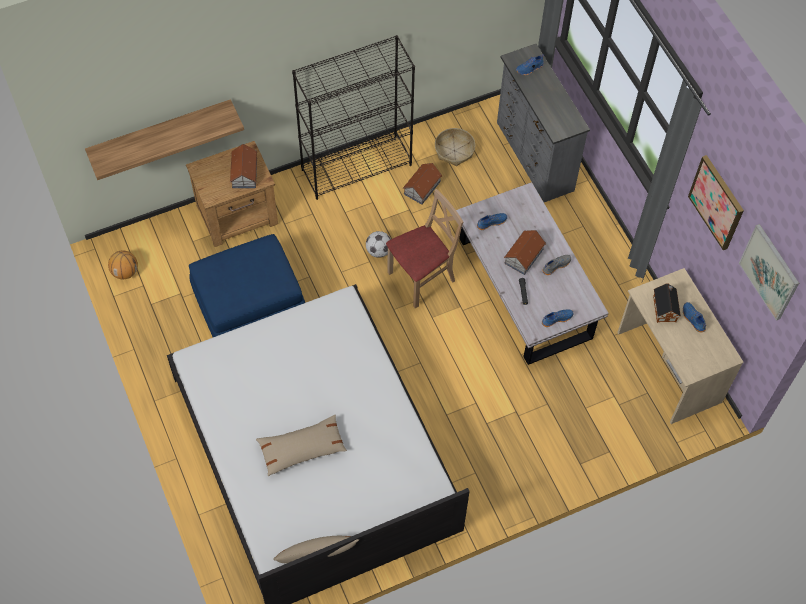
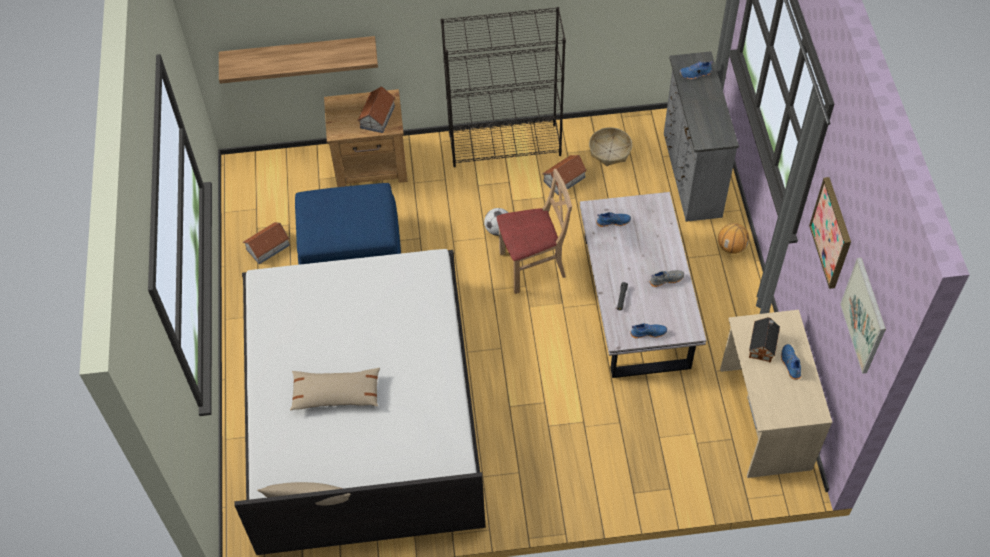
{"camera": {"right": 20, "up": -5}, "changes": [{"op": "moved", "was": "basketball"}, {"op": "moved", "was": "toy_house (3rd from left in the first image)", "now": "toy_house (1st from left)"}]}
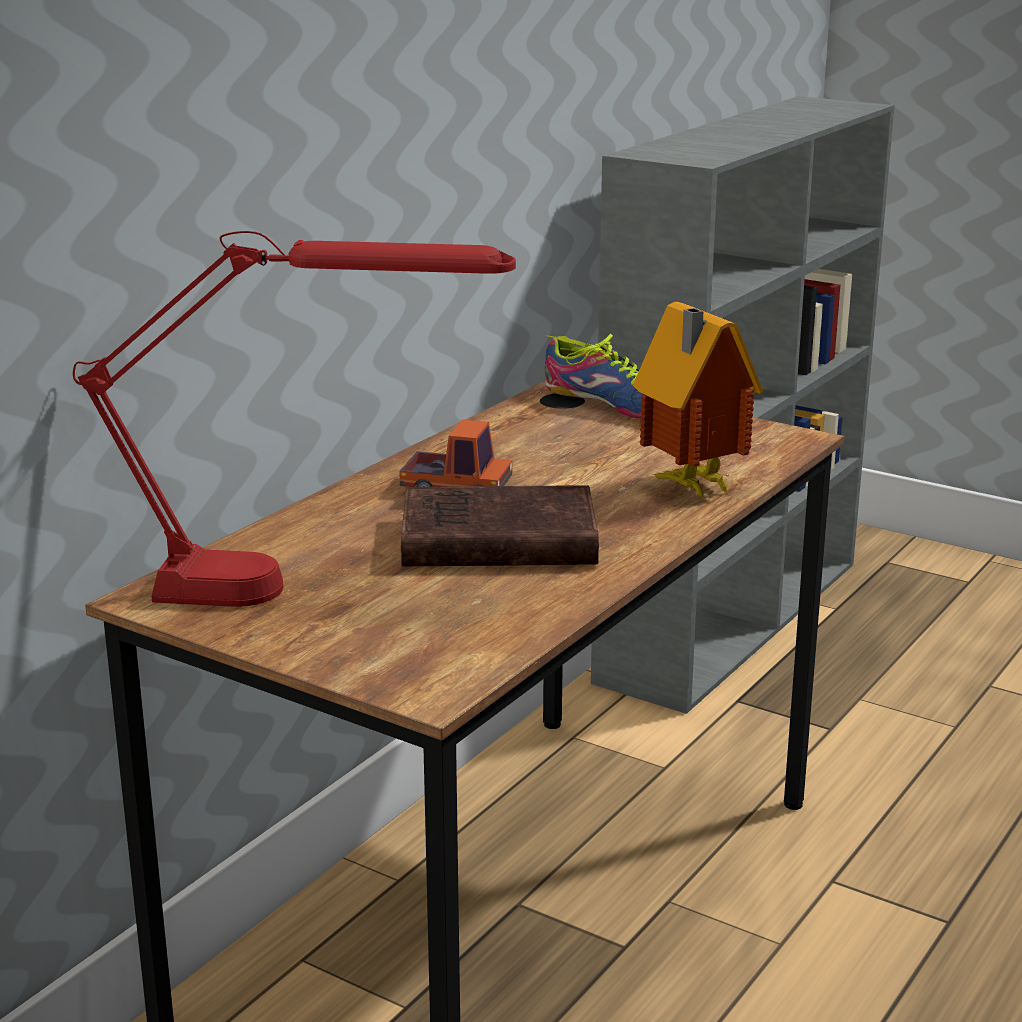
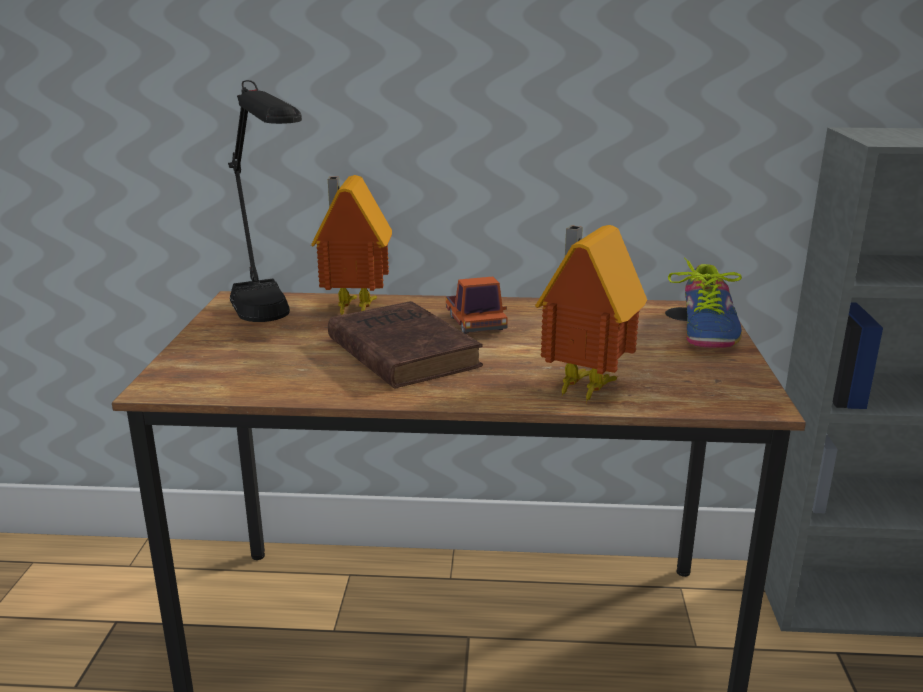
{"camera": {"right": 60, "up": 0}, "changes": [{"op": "recoloured", "was": "red_table_lamp", "now": "black_table_lamp"}, {"op": "added", "now": "toy_house (1st from left)"}]}
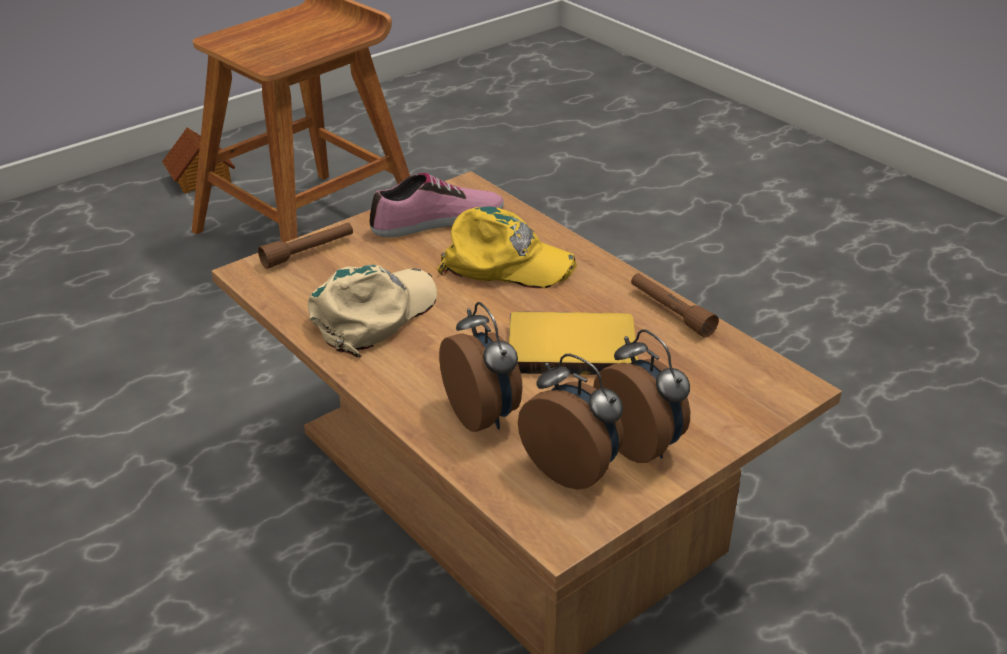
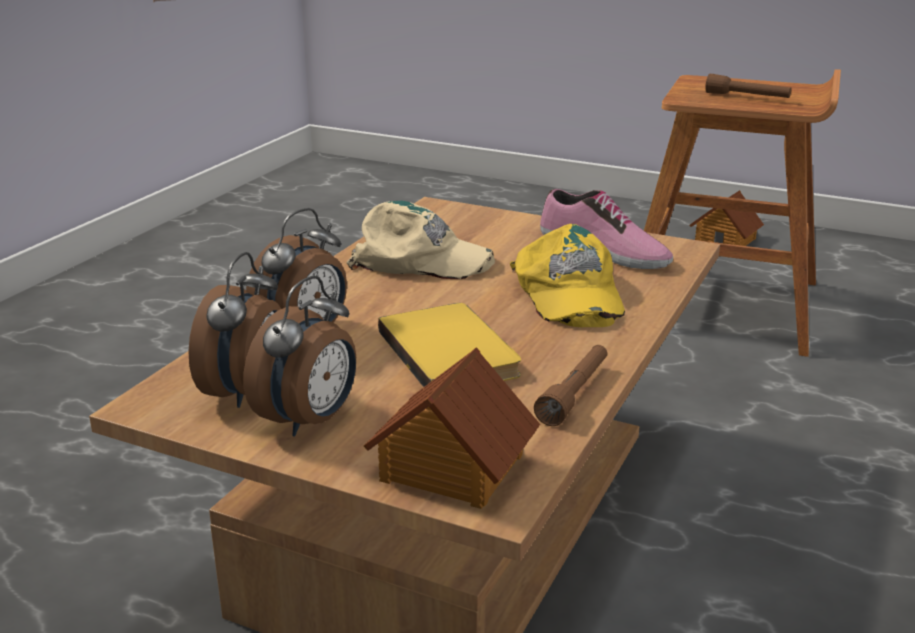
{"camera": {"right": 65, "up": -10}, "changes": [{"op": "moved", "was": "brown_flashlight (1st from left in the first image)", "now": "brown_flashlight (2nd from left)"}, {"op": "added", "now": "toy_house (1st from left)"}]}
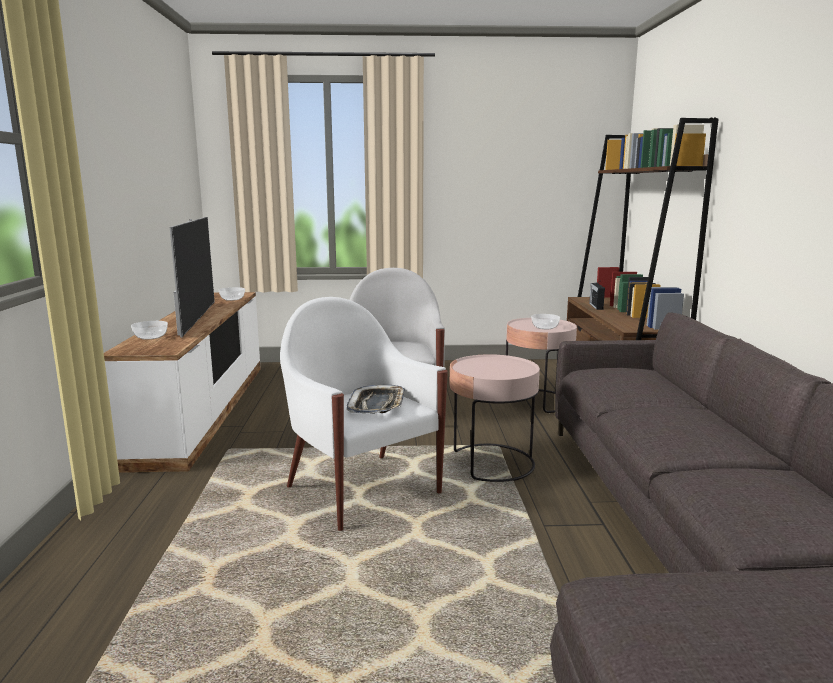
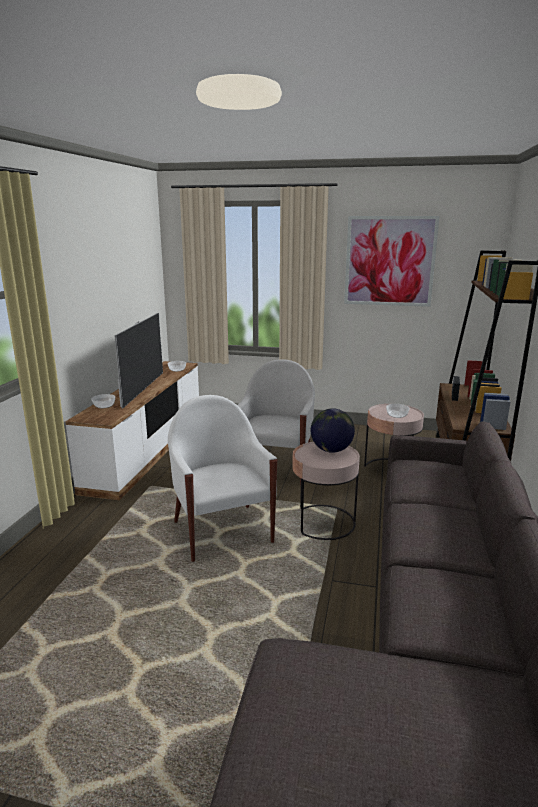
{"camera": {"right": 15, "up": 5}, "changes": [{"op": "removed", "was": "tray"}, {"op": "added", "now": "globe"}, {"op": "added", "now": "picture"}]}
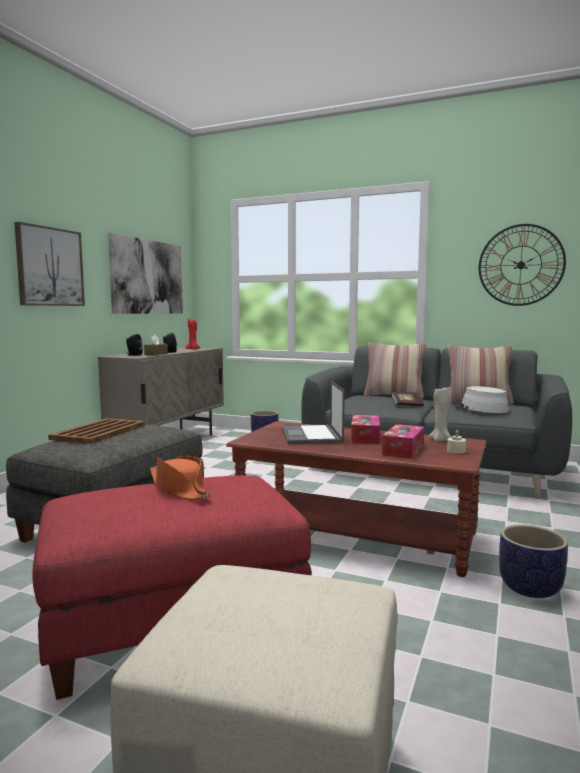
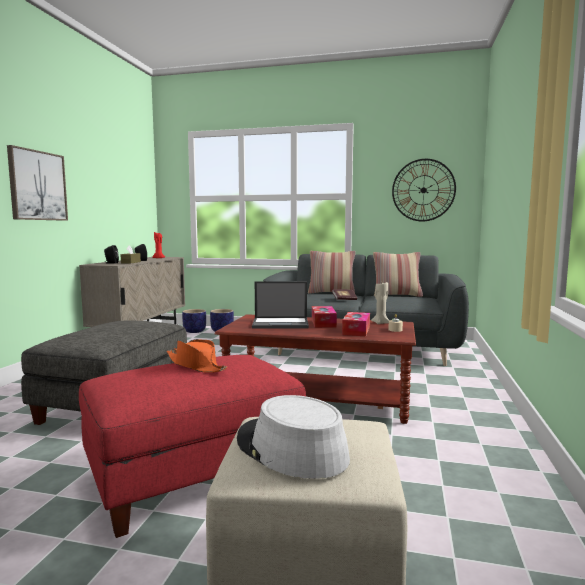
{"camera": {"right": -10, "up": 0}, "changes": [{"op": "removed", "was": "brown_tray"}, {"op": "removed", "was": "picture (2nd from left)"}, {"op": "turned", "was": "laptop", "clockwise": -75}, {"op": "moved", "was": "grey_hat"}, {"op": "moved", "was": "planter (2nd from left in the first image)", "now": "planter (1st from left)"}]}
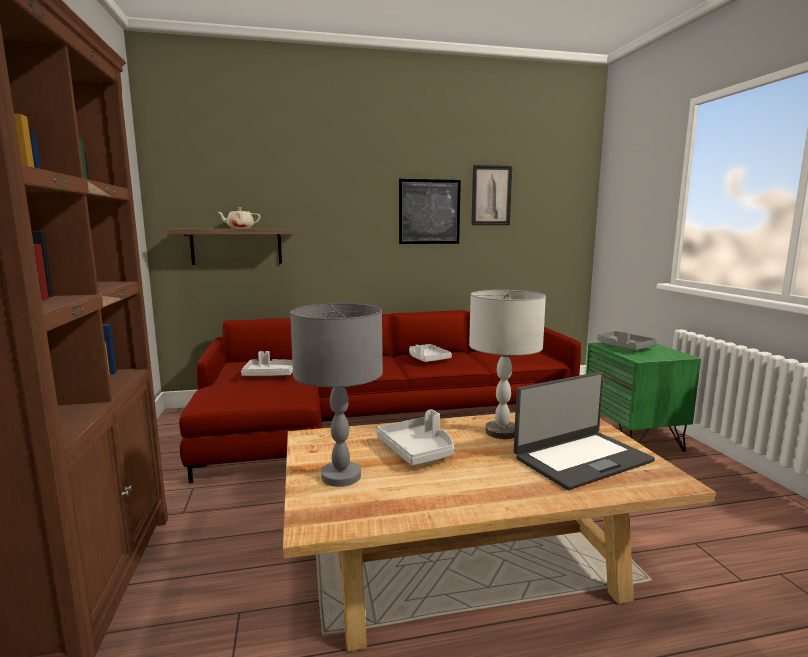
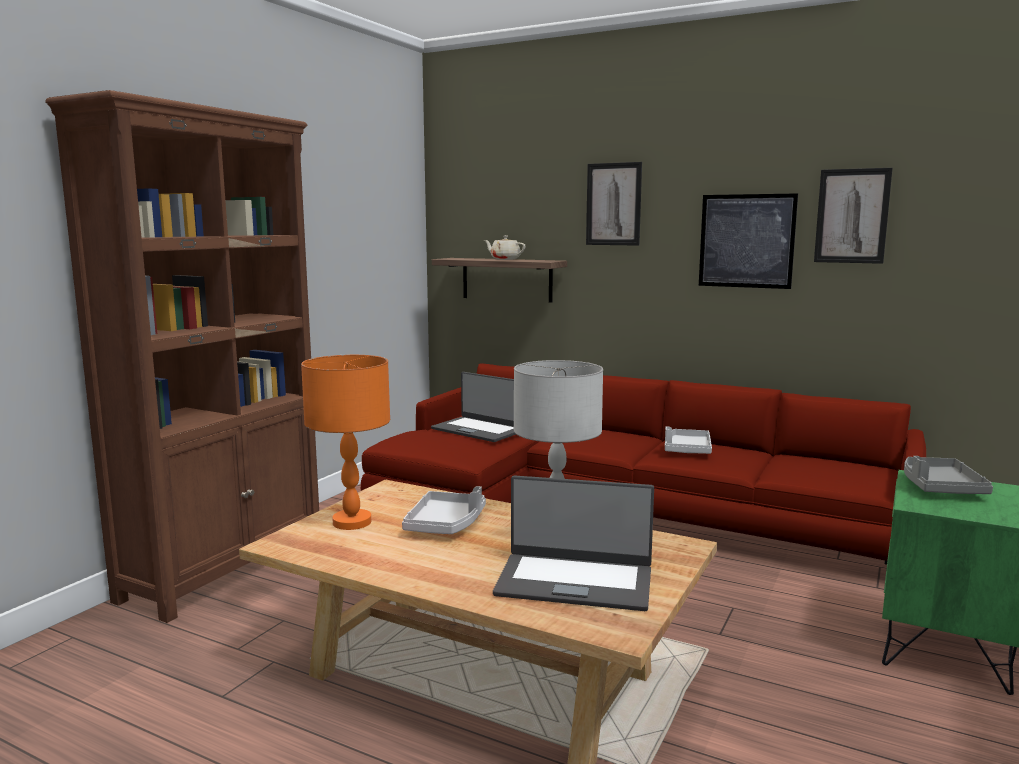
{"camera": {"right": 40, "up": 0}, "changes": [{"op": "replaced", "was": "grey_tray (1st from left)", "now": "laptop (1st from left)"}, {"op": "recoloured", "was": "grey_table_lamp (1st from left)", "now": "orange_table_lamp"}, {"op": "added", "now": "picture (1st from left)"}]}
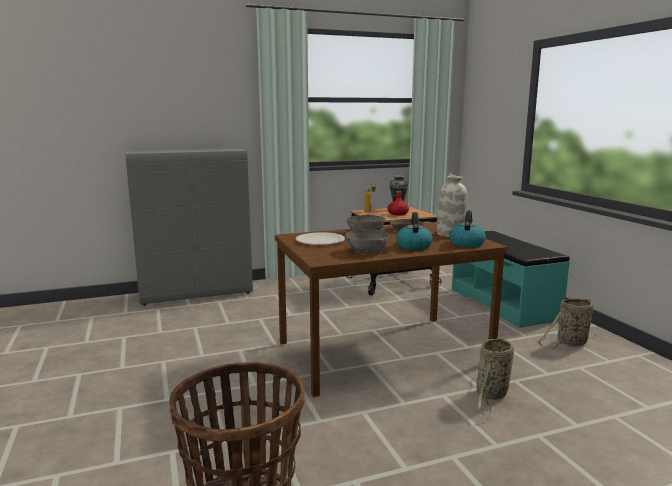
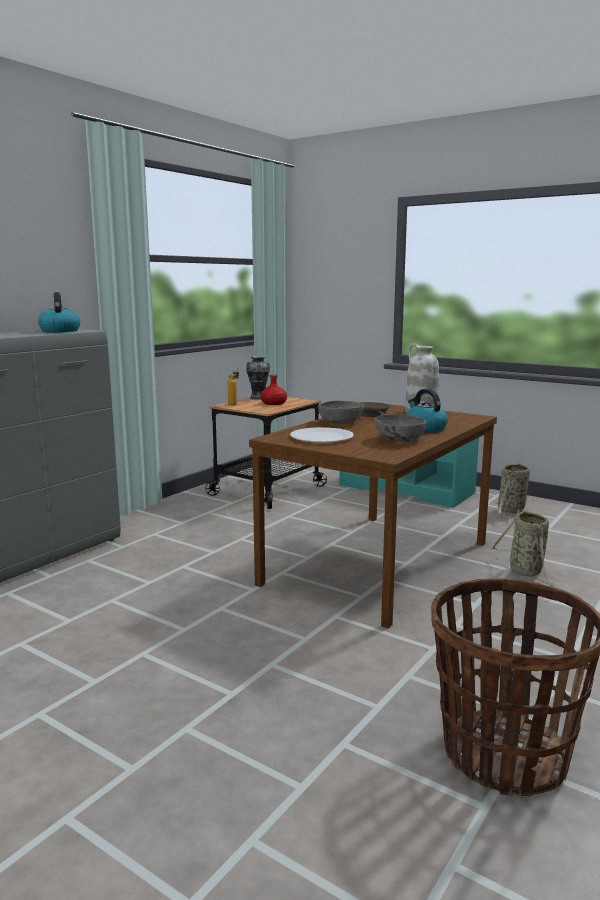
{"camera": {"right": -35, "up": 0}, "changes": [{"op": "moved", "was": "kettle (2nd from left in the first image)", "now": "kettle (1st from left)"}]}
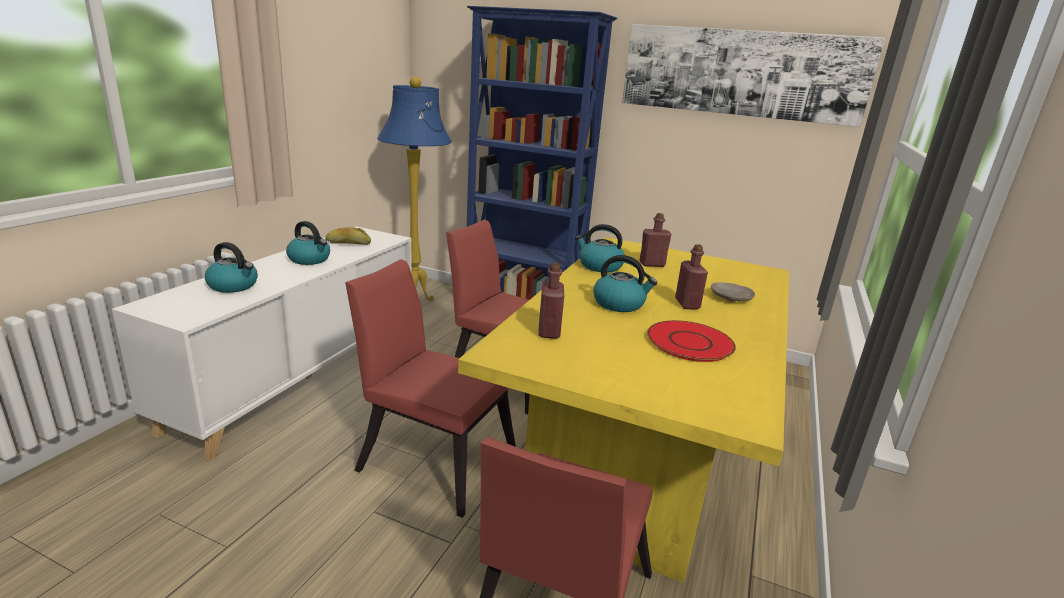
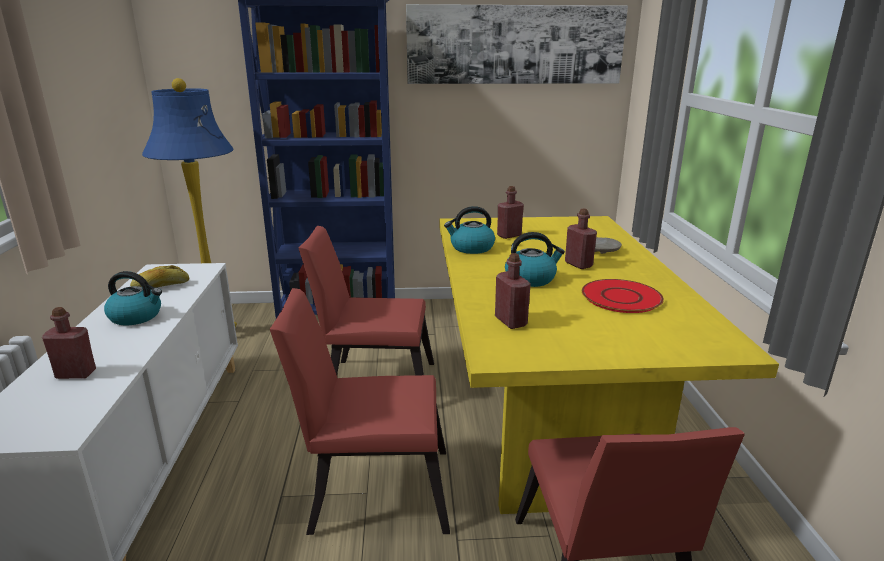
{"camera": {"right": -25, "up": 0}, "changes": [{"op": "replaced", "was": "kettle (1st from left)", "now": "red_bottle (1st from left)"}]}
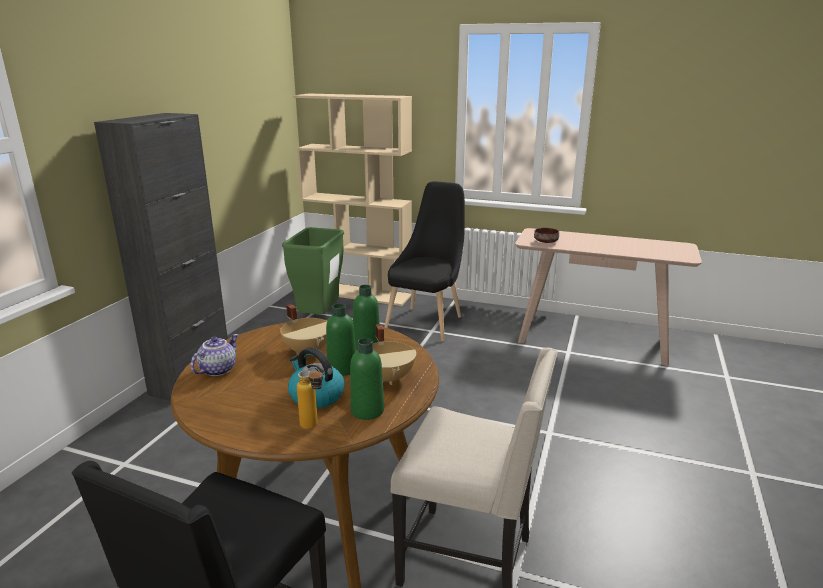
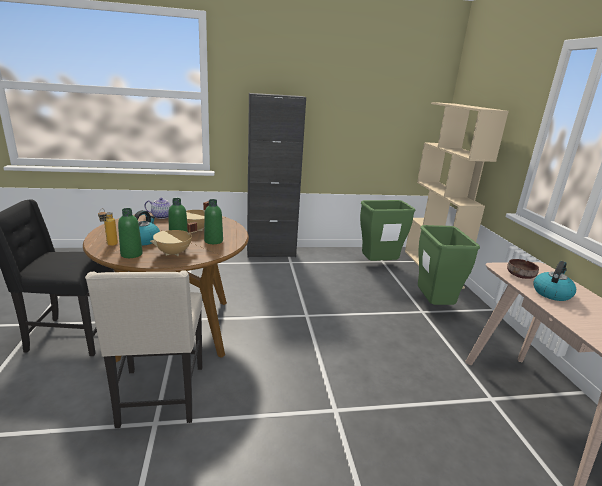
{"camera": {"right": 60, "up": 0}, "changes": [{"op": "replaced", "was": "black_chair (2nd from left)", "now": "green_trash_can (2nd from left)"}, {"op": "added", "now": "kettle (2nd from left)"}]}
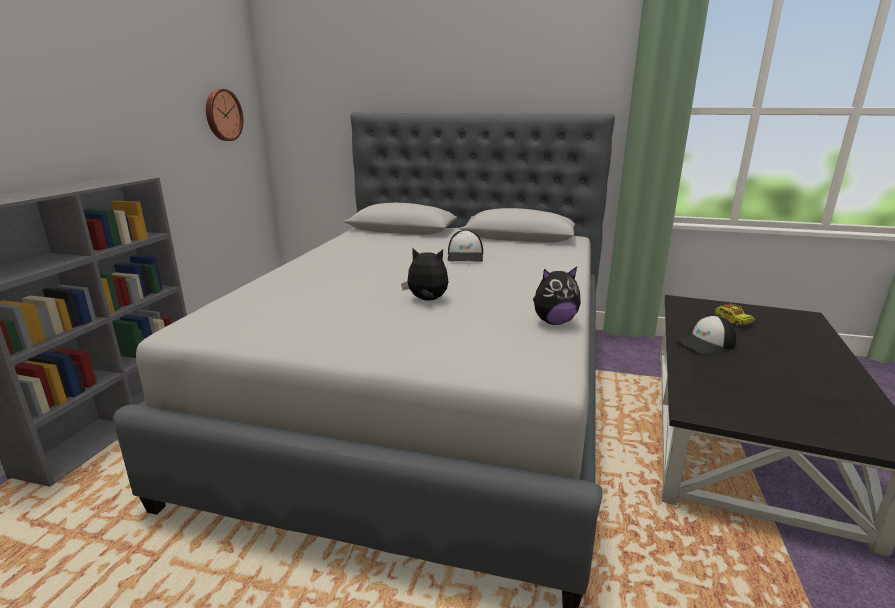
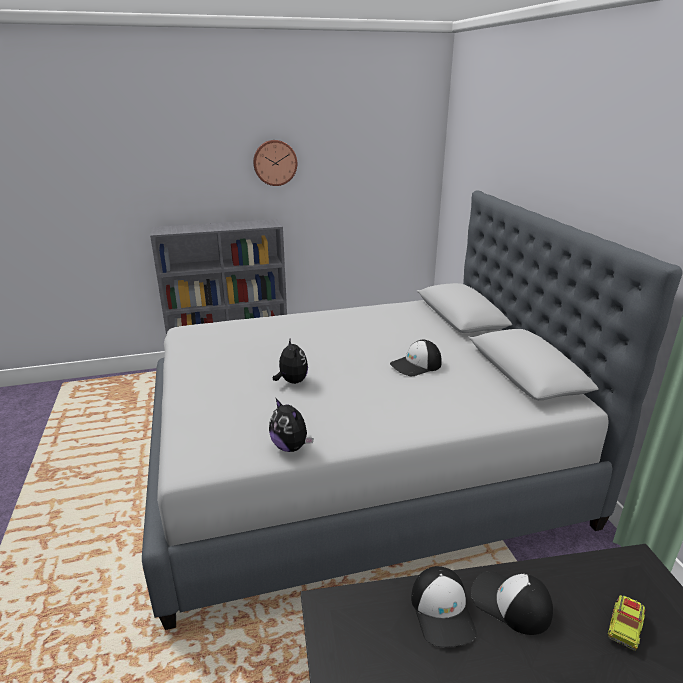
{"camera": {"right": 60, "up": 5}, "changes": [{"op": "moved", "was": "wall_clock"}, {"op": "added", "now": "cap (2nd from left)"}]}
